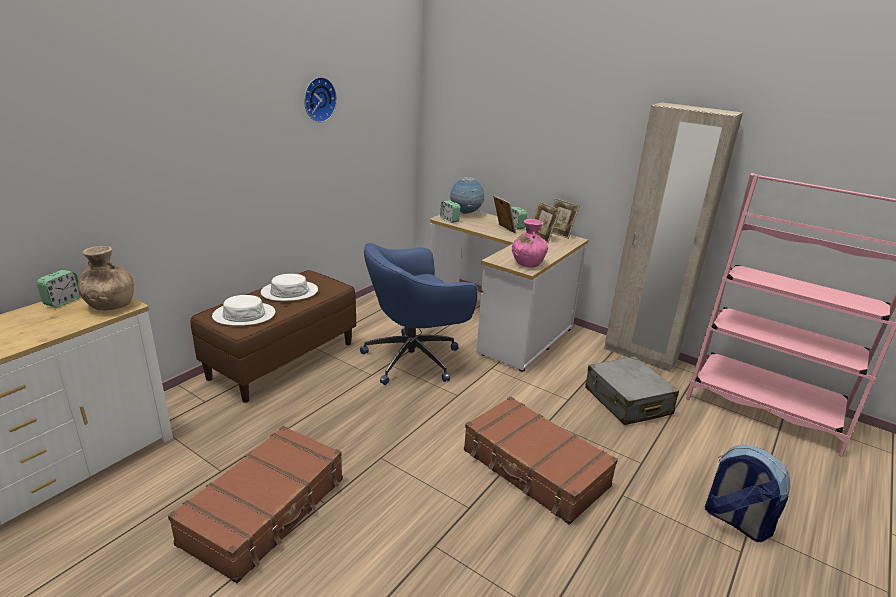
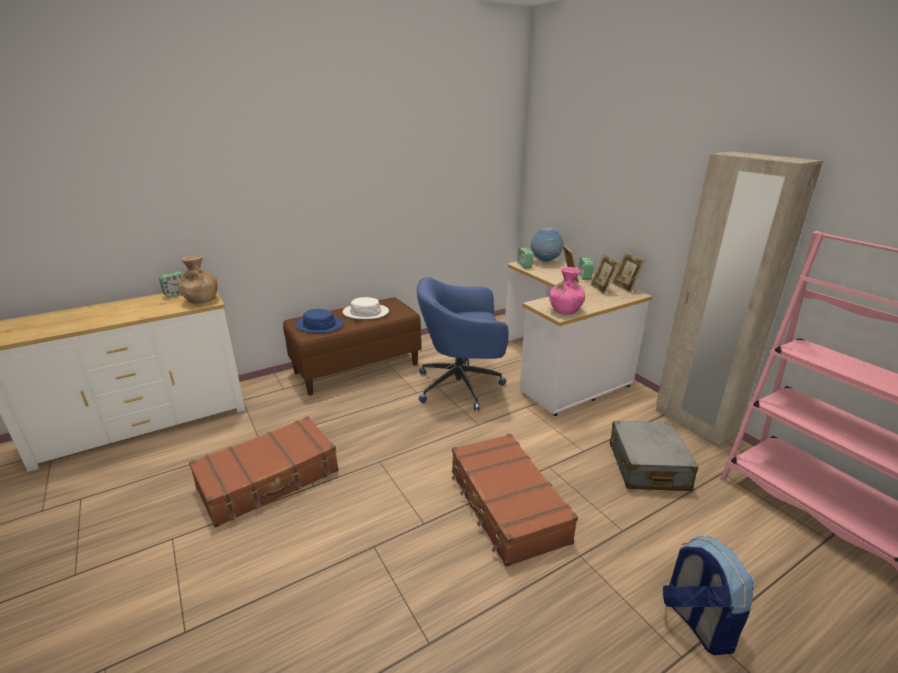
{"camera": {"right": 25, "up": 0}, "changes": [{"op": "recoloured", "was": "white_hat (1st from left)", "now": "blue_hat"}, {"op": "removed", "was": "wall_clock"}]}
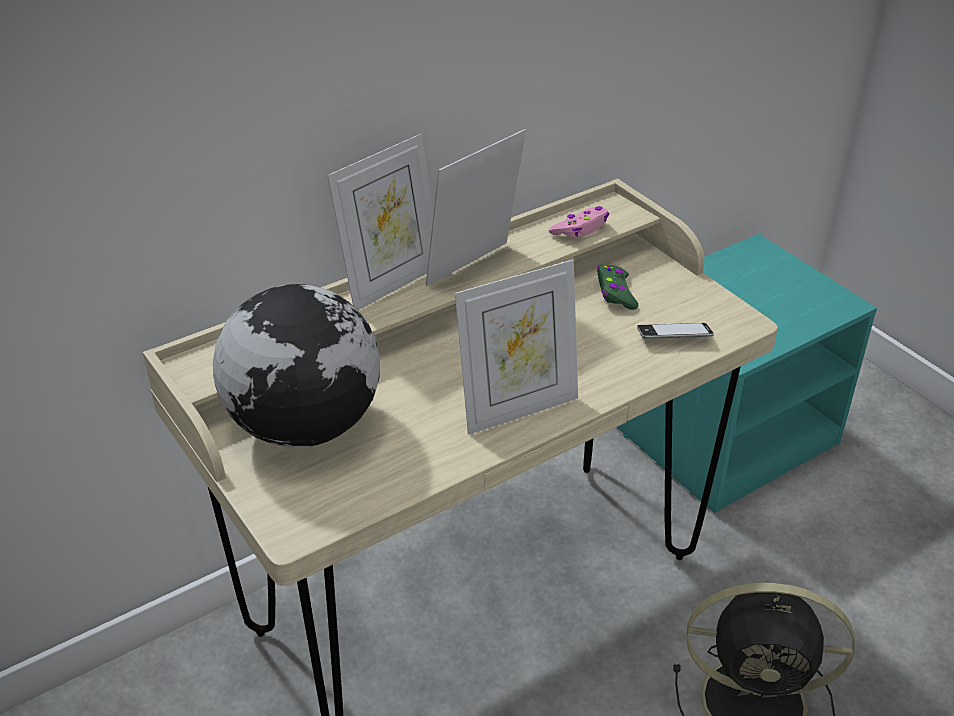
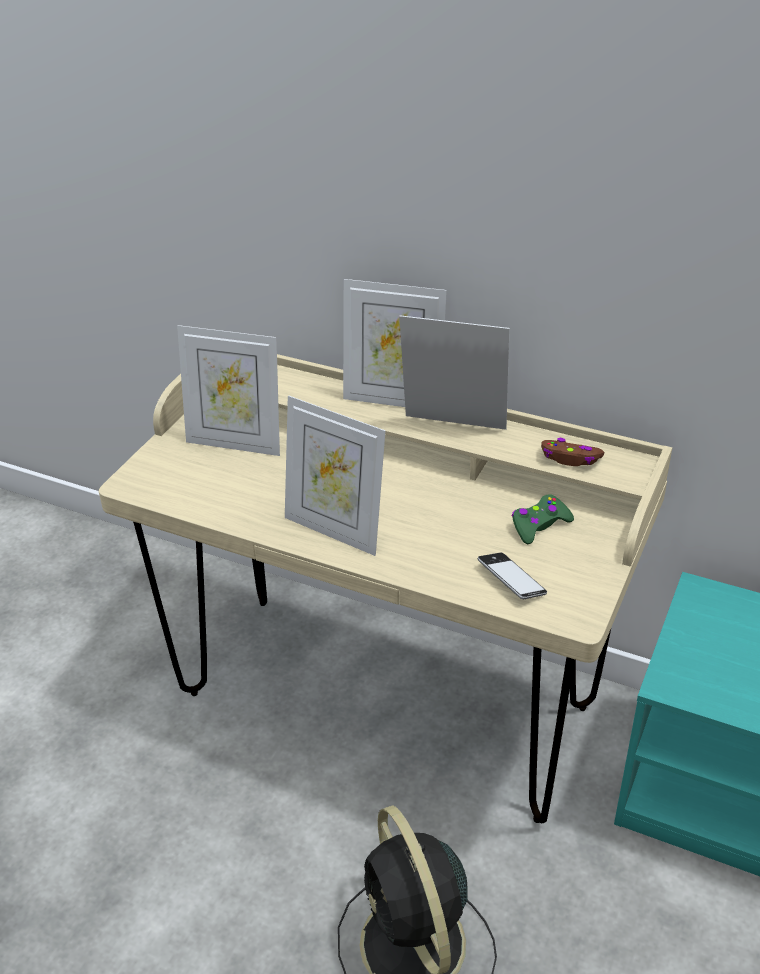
{"camera": {"right": 60, "up": 0}, "changes": [{"op": "replaced", "was": "globe", "now": "picture_frame (1st from left)"}, {"op": "recoloured", "was": "pink_game_controller", "now": "brown_game_controller"}]}
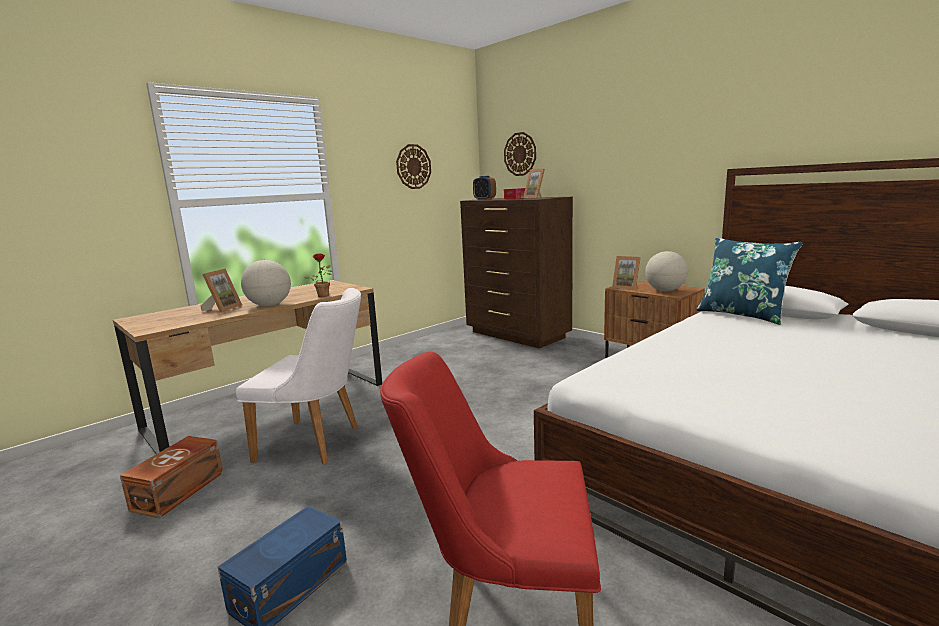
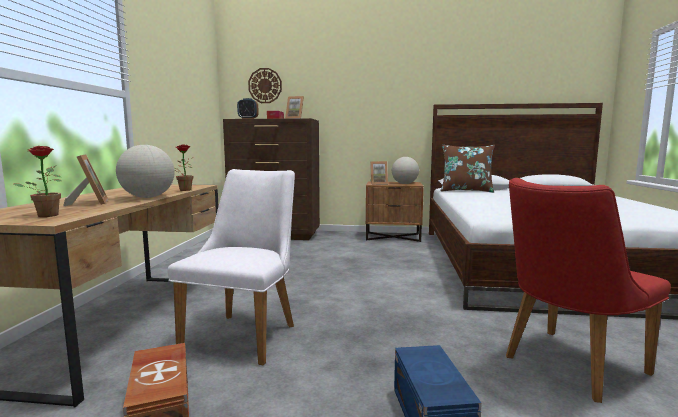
{"camera": {"right": -40, "up": -5}, "changes": [{"op": "turned", "was": "white_chair", "clockwise": -45}, {"op": "removed", "was": "wall_clock (1st from left)"}, {"op": "recoloured", "was": "blue_pillow", "now": "brown_pillow"}, {"op": "added", "now": "potted_plant (1st from left)"}]}
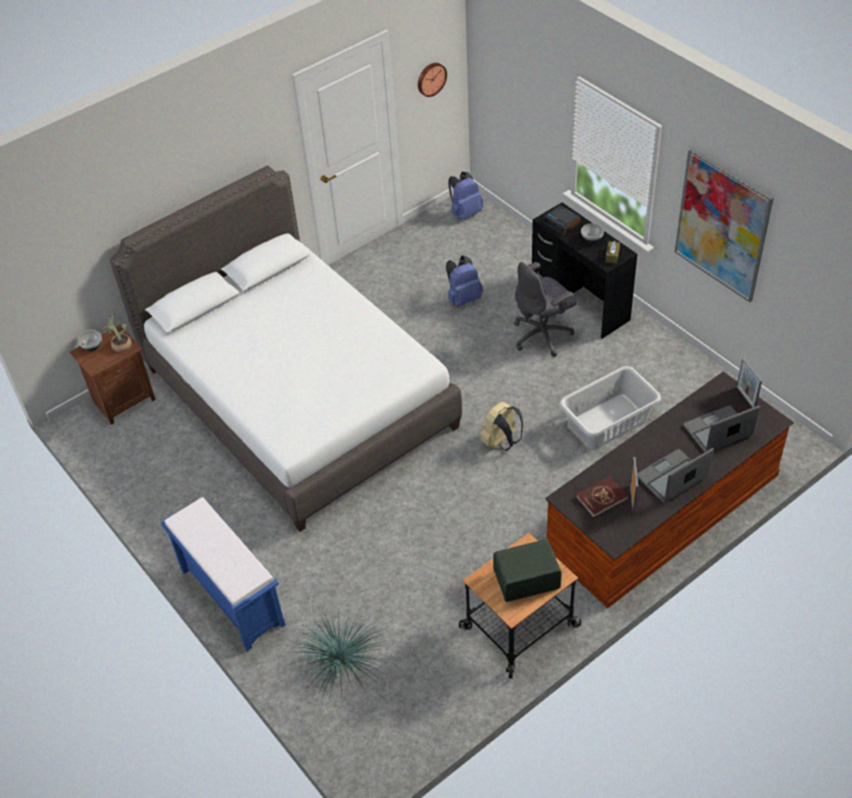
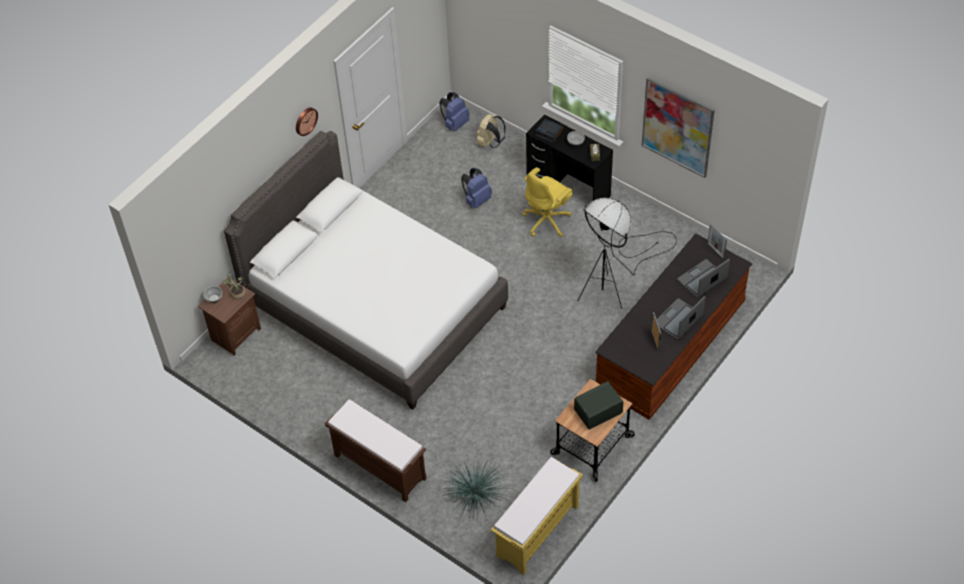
{"camera": {"right": -15, "up": 5}, "changes": [{"op": "recoloured", "was": "blue_bench", "now": "brown_bench"}, {"op": "moved", "was": "wall_clock"}, {"op": "moved", "was": "beige_backpack"}, {"op": "recoloured", "was": "grey_office_chair", "now": "yellow_office_chair"}, {"op": "replaced", "was": "grey_laundry_basket", "now": "black_floor_lamp"}, {"op": "removed", "was": "red_book"}, {"op": "added", "now": "yellow_bench"}]}
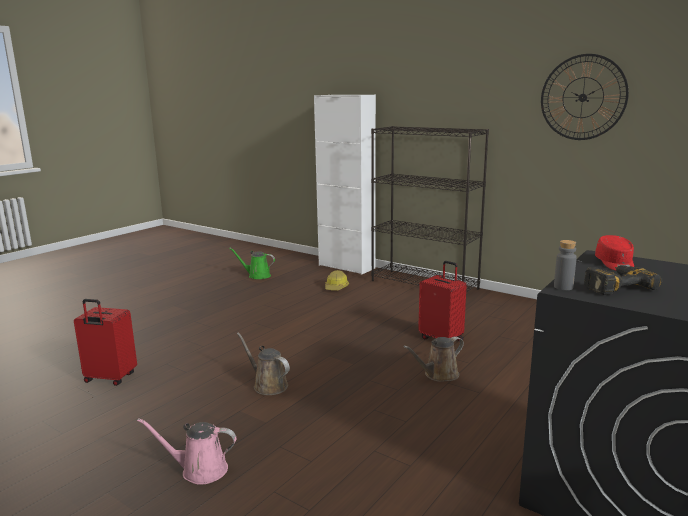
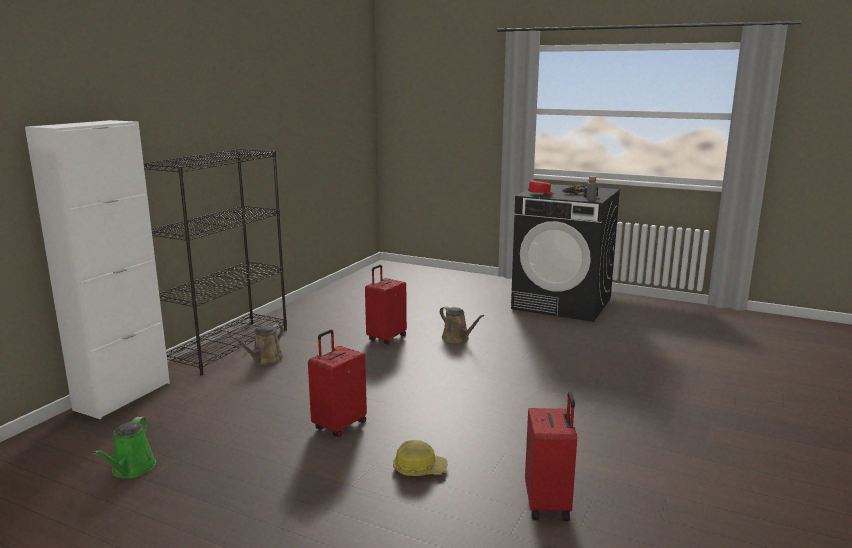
{"camera": {"right": -100, "up": 0}, "changes": [{"op": "removed", "was": "pink_watering_can"}, {"op": "moved", "was": "brown_watering_can (1st from left)"}, {"op": "moved", "was": "hard_hat"}, {"op": "removed", "was": "wall_clock"}, {"op": "added", "now": "red_suitcase (1st from left)"}]}
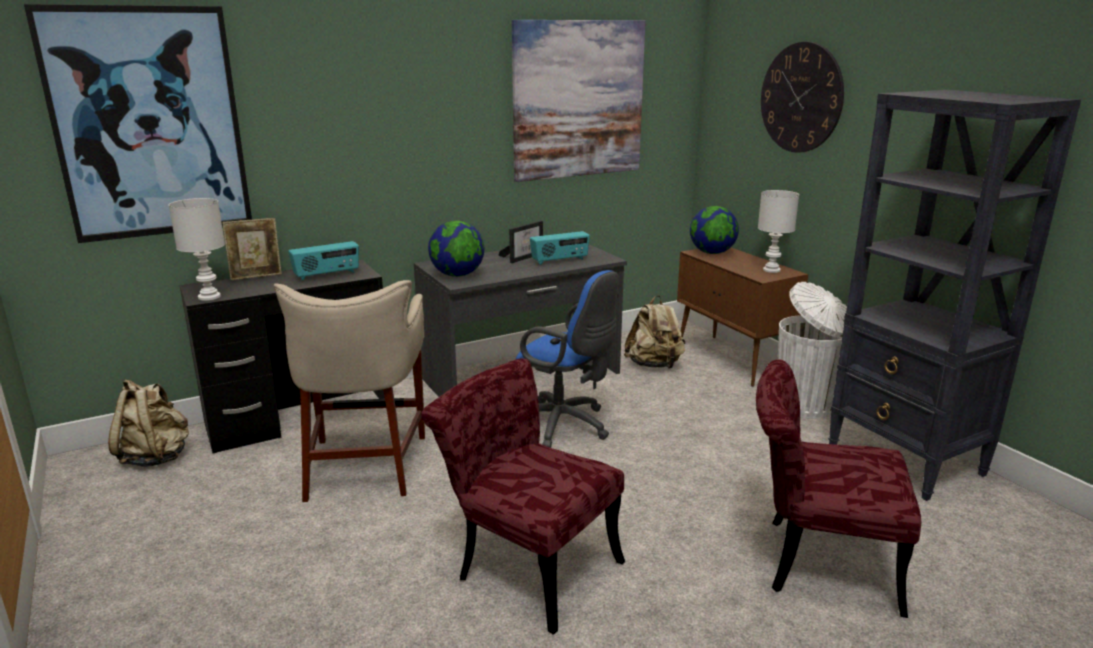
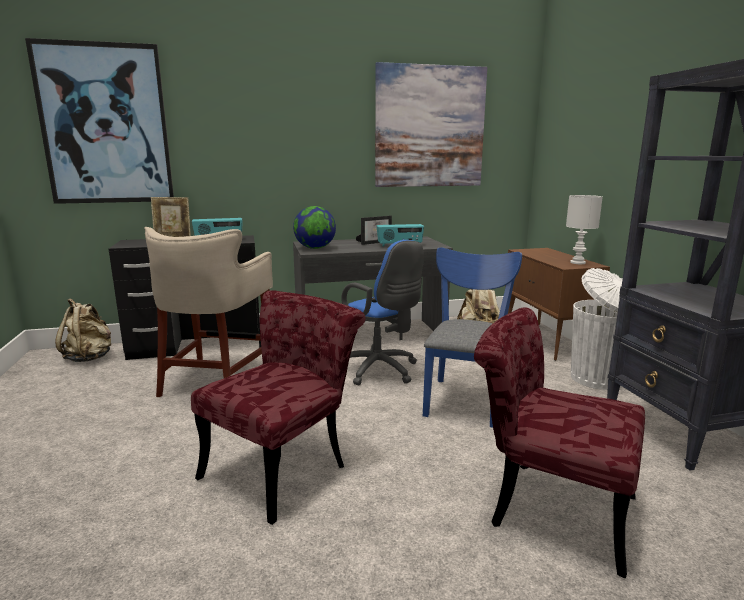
{"camera": {"right": 15, "up": -5}, "changes": [{"op": "removed", "was": "white_table_lamp (1st from left)"}, {"op": "turned", "was": "red_chair (1st from left)", "clockwise": 75}, {"op": "removed", "was": "globe (2nd from left)"}, {"op": "removed", "was": "wall_clock"}, {"op": "added", "now": "blue_chair"}]}
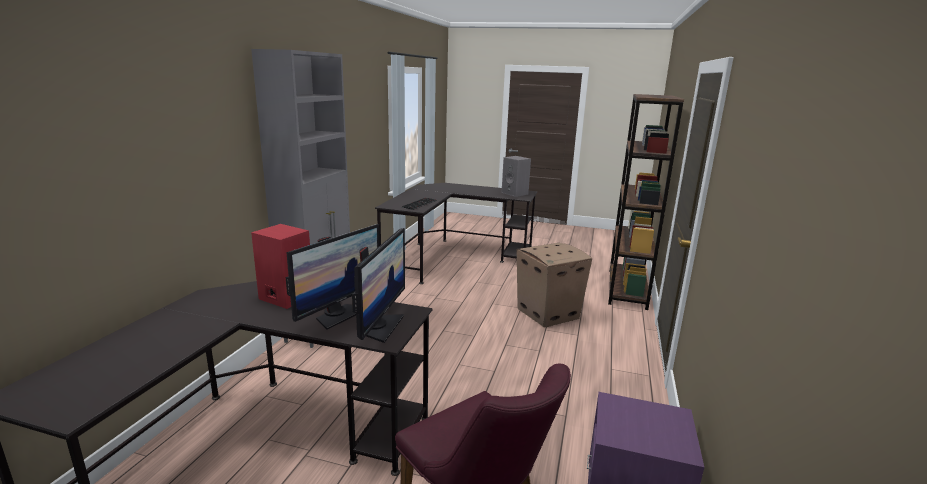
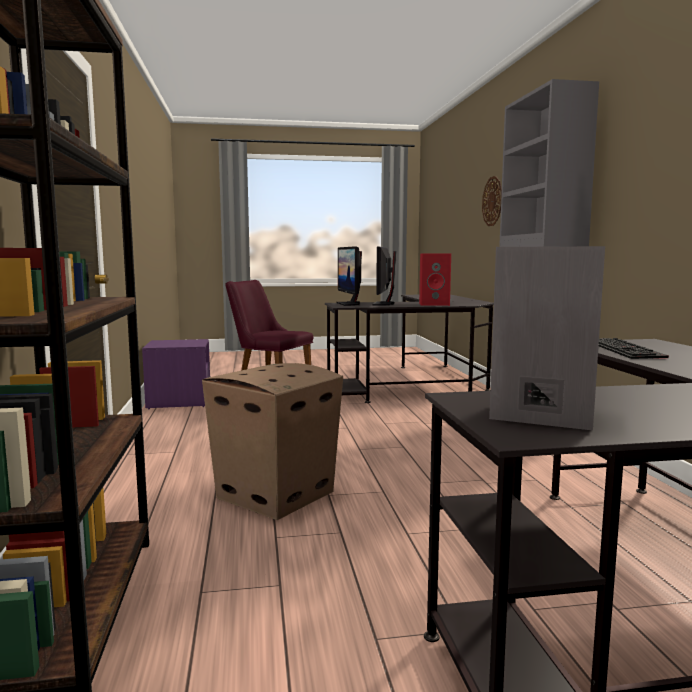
{"camera": {"right": 155, "up": -10}, "changes": [{"op": "added", "now": "wall_clock"}]}
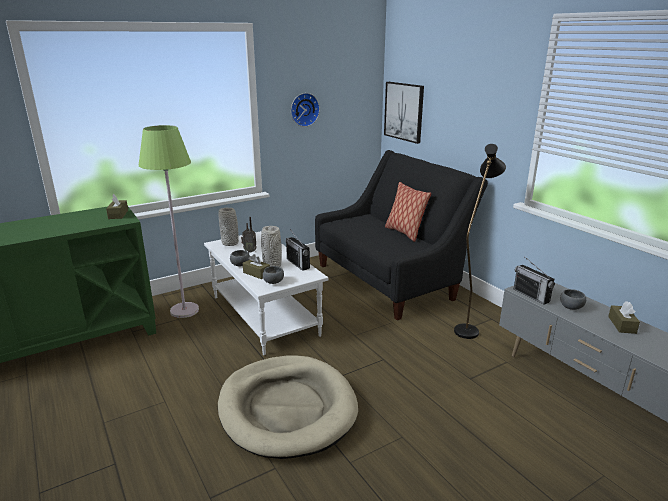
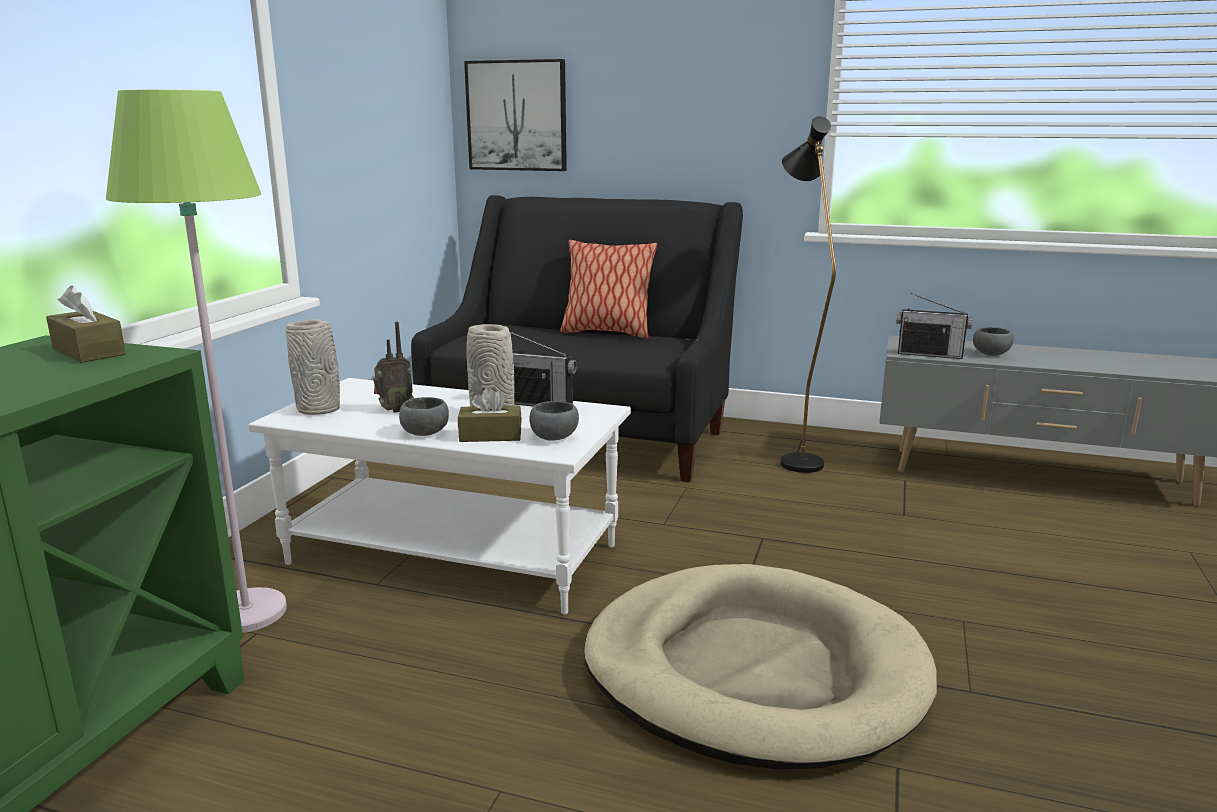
{"camera": {"right": -40, "up": -5}, "changes": [{"op": "removed", "was": "wall_clock"}, {"op": "removed", "was": "brown_tissue_box (3rd from left)"}]}
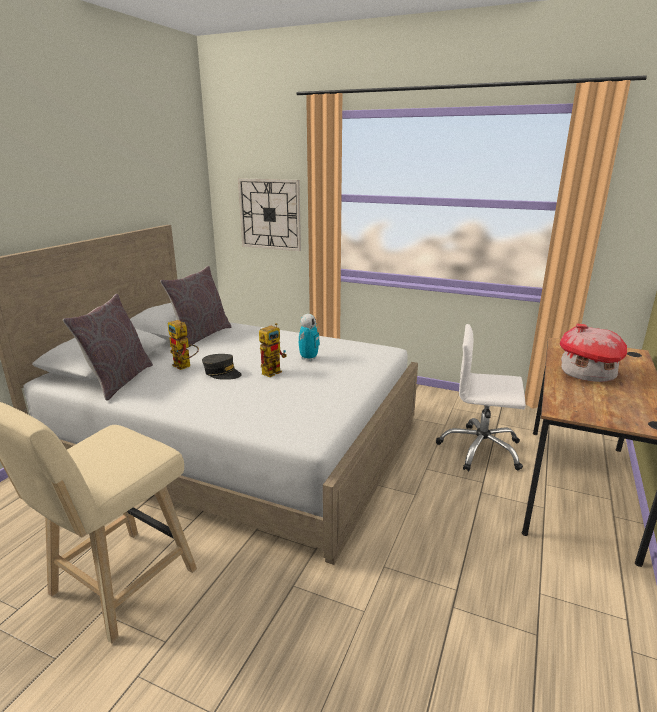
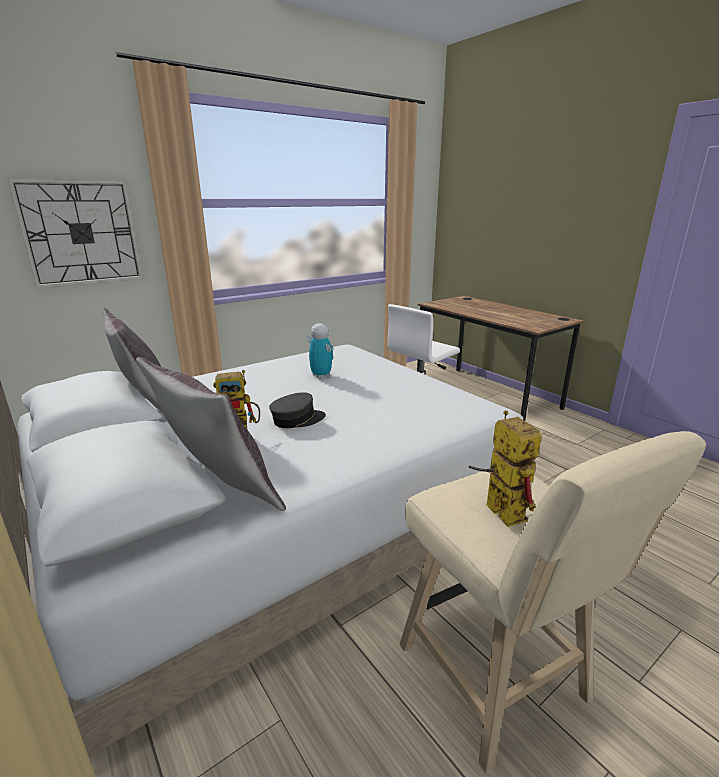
{"camera": {"right": -60, "up": 0}, "changes": [{"op": "moved", "was": "toy_robot (2nd from left in the first image)", "now": "toy_robot (3rd from left)"}, {"op": "removed", "was": "toy_house"}]}
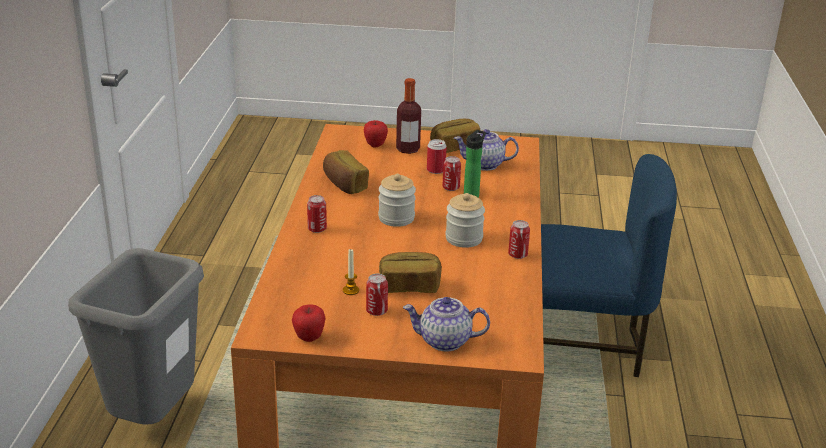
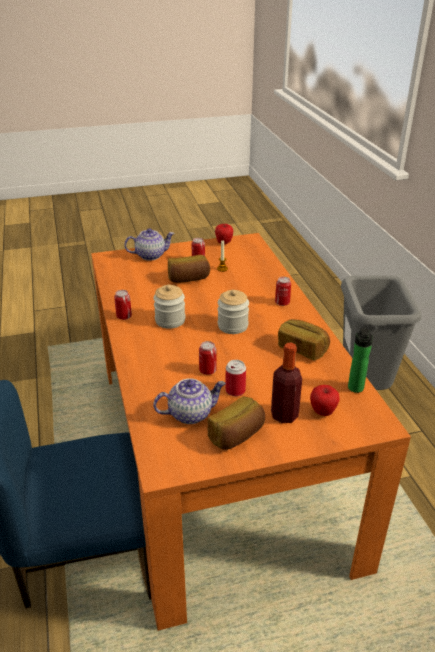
{"camera": {"right": 160, "up": 5}, "changes": [{"op": "moved", "was": "bottle (2nd from left)"}]}
